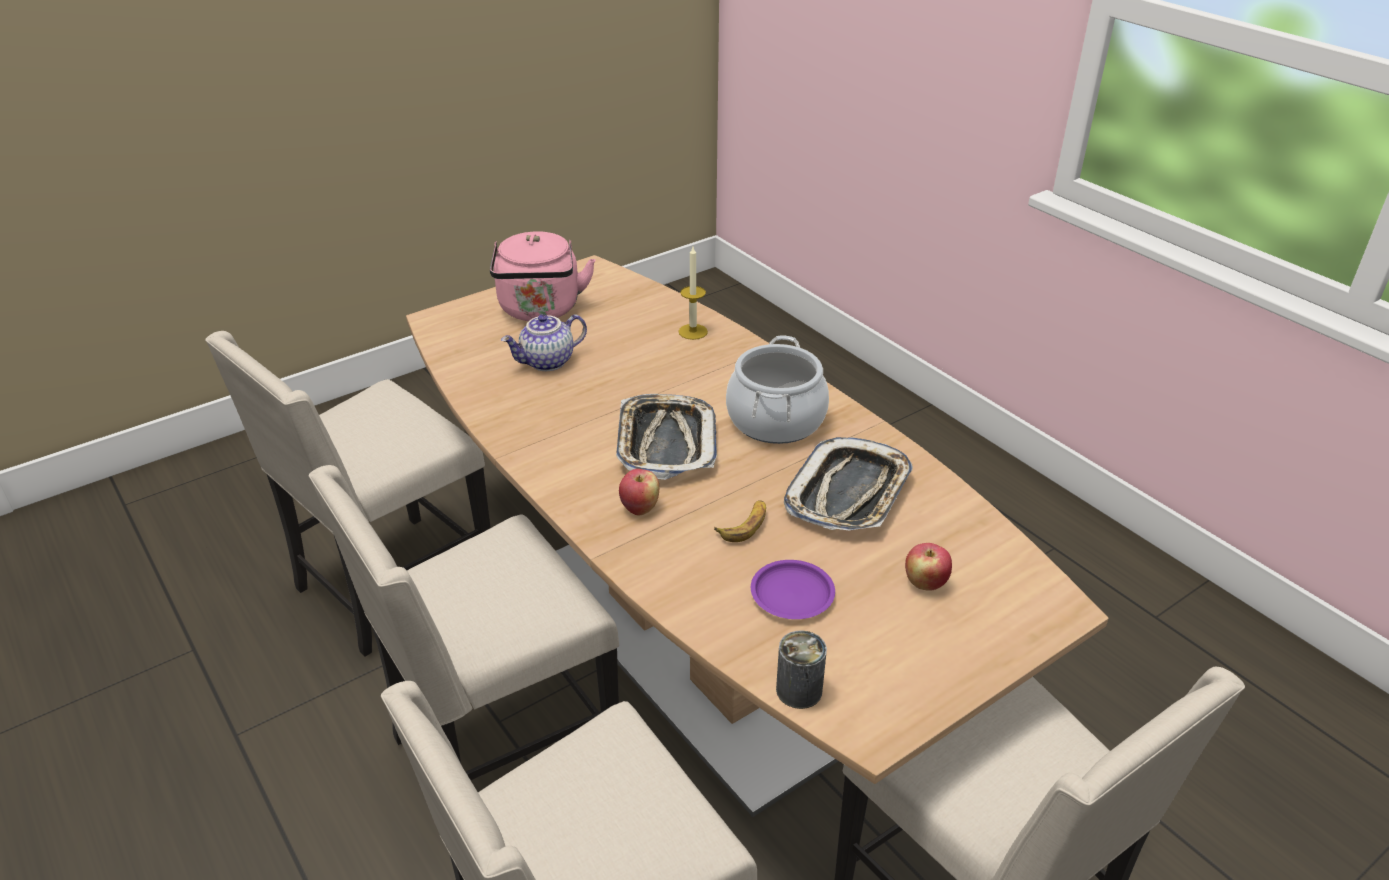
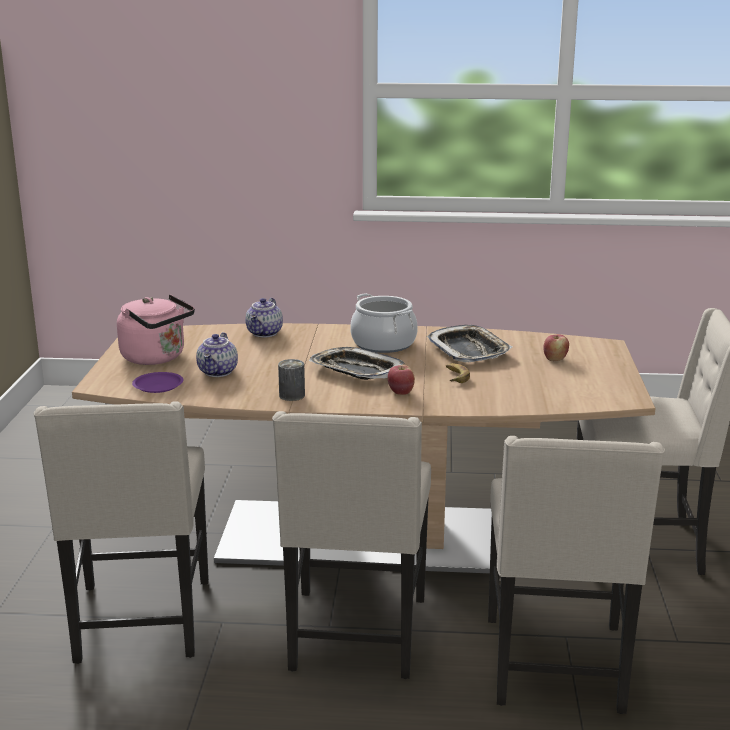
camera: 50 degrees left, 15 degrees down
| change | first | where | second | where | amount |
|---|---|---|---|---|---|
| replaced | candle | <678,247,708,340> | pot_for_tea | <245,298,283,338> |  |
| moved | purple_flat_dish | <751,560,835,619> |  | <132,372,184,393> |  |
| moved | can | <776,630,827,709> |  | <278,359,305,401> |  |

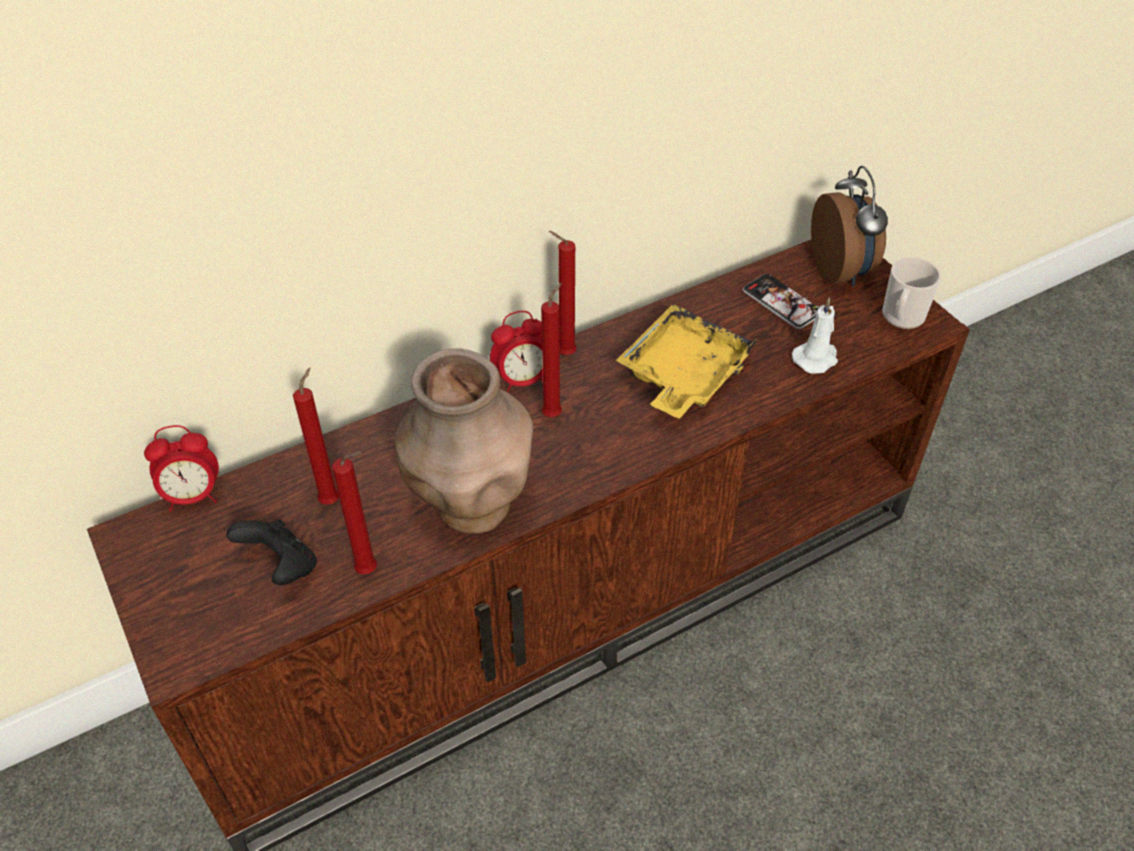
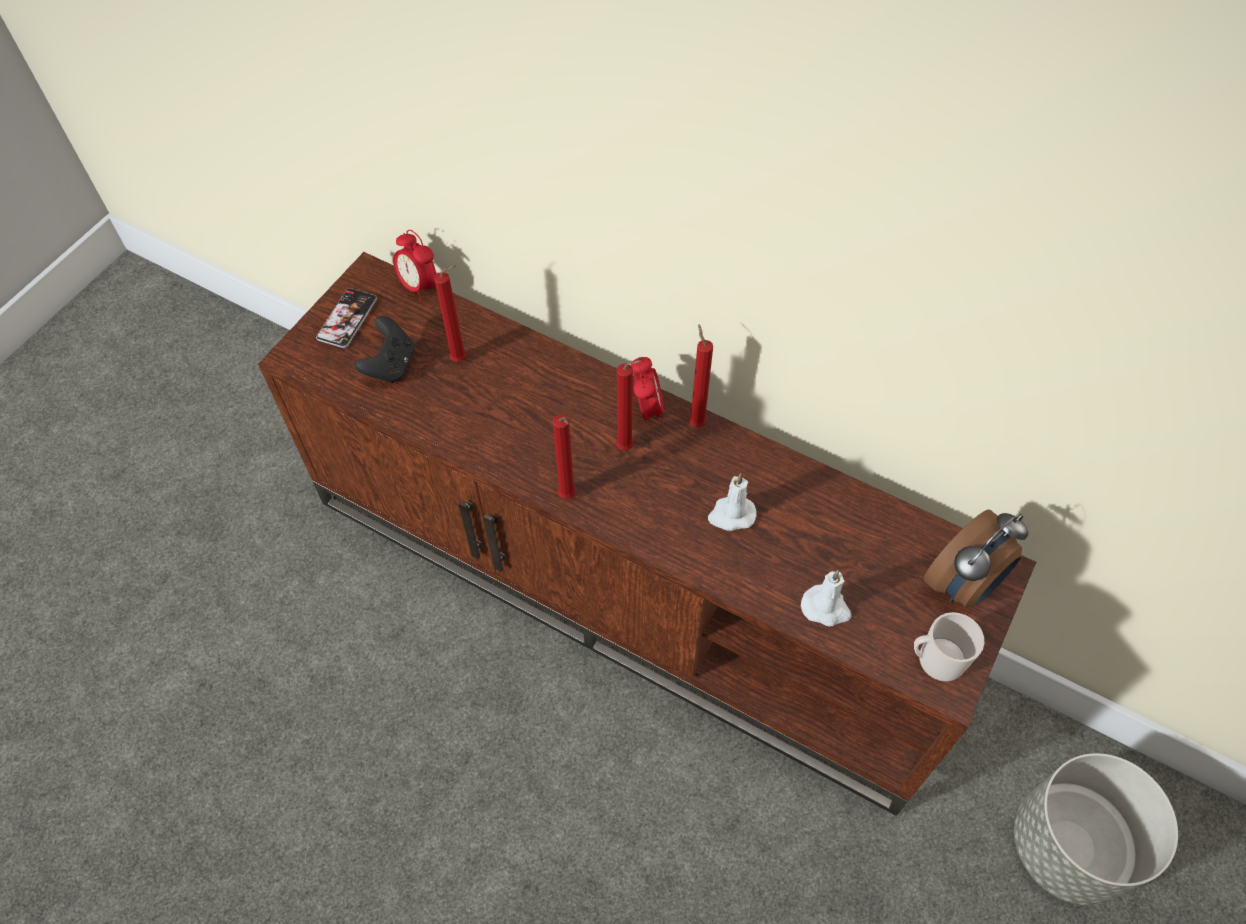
camera: 60 degrees right, 10 degrees up
| change | first | where | second | where | amount |
|---|---|---|---|---|---|
| moved | reddish_candle | <332,451,377,574> |  | <552,414,576,499> |  |
| removed | brown_decorative_vase | <395,348,534,534> |  |  |  |
| turned | bedside_clock | <490,311,543,393> |  | <631,357,664,424> | 135 degrees counterclockwise |
| replaced | yellowish_carrying_tray | <616,304,757,419> | white_candle | <708,473,756,531> |  |
| moved | telephone | <743,274,819,329> |  | <316,288,377,348> |  |
| added |  |  | gray_planter | <1014,753,1178,906> |  |

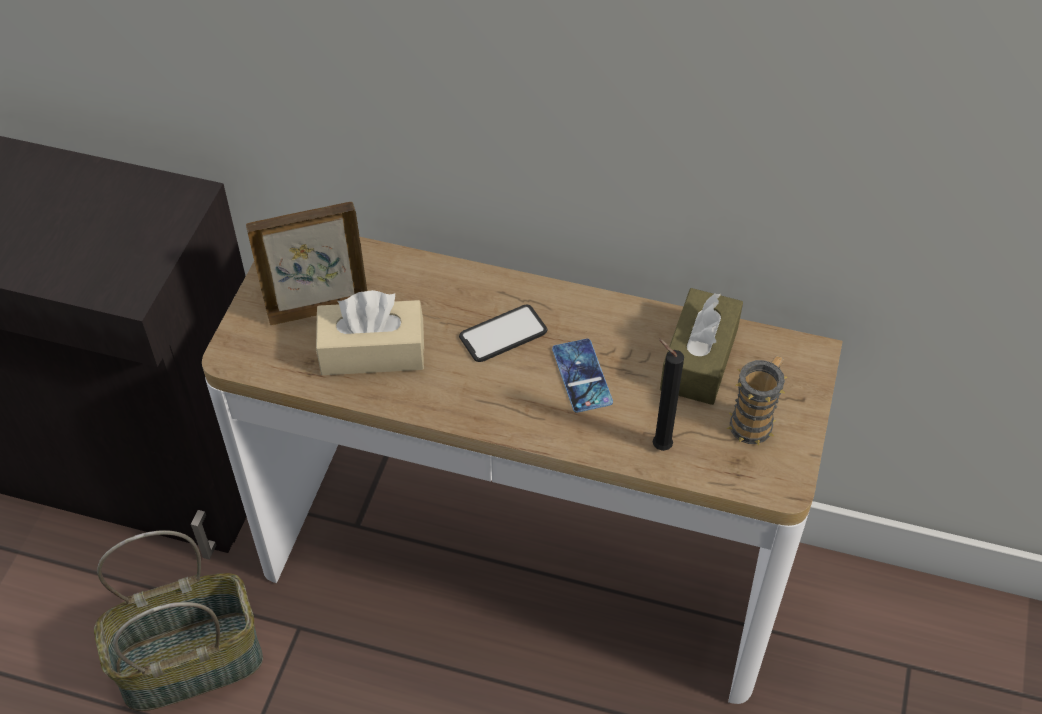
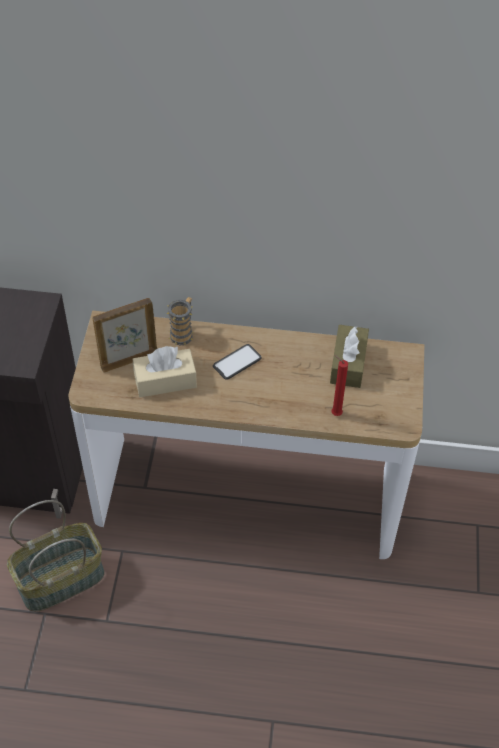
camera: 10 degrees left, 0 degrees up
| change | first | where | second | where | amount |
|---|---|---|---|---|---|
| removed | telephone | <552,339,613,413> |  |  |  |
| recoloured | black-coloured_candle | <653,339,684,451> | reddish_candle | <331,355,348,416> |  |
| moved | mug | <726,356,787,445> |  | <166,297,194,345> |  |

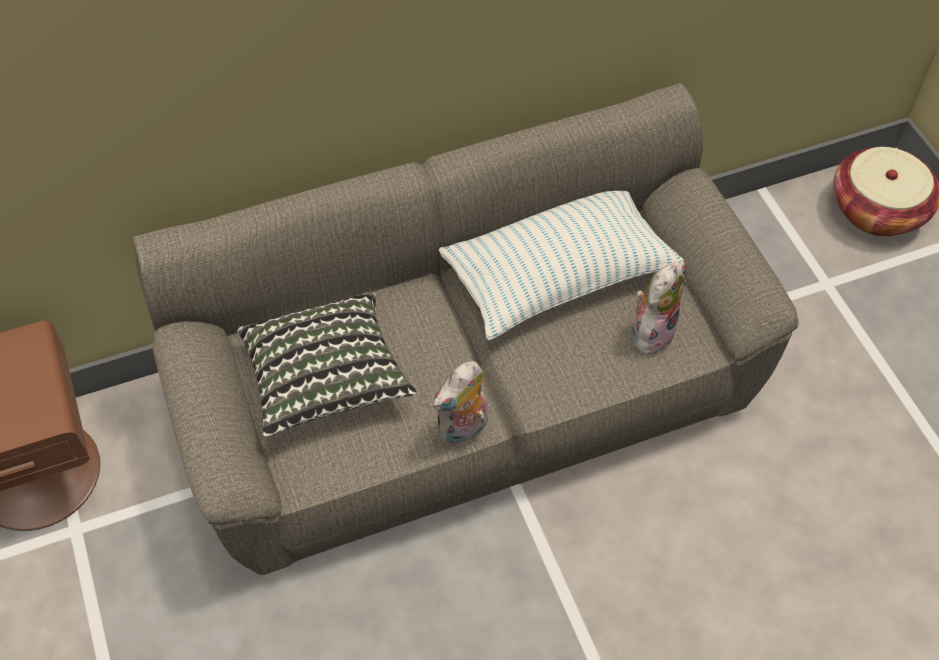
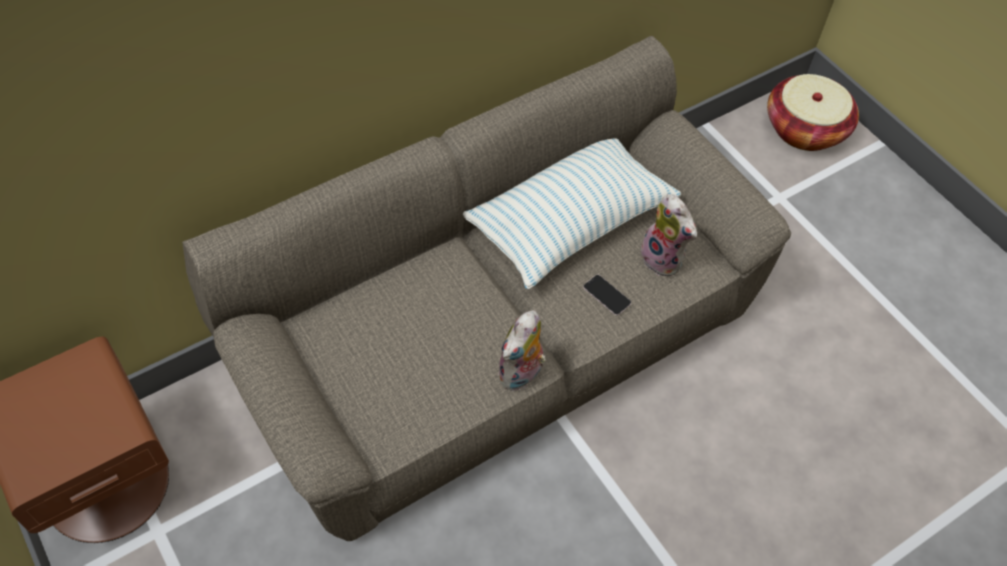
camera: 15 degrees left, 0 degrees up
| change | first | where | second | where | amount |
|---|---|---|---|---|---|
| removed | cushion | <237,291,417,437> |  |  |  |
| turned | soft_toy | <633,261,685,355> |  | <641,194,697,276> | 120 degrees clockwise |
| added |  |  | telephone | <583,275,631,315> |  |

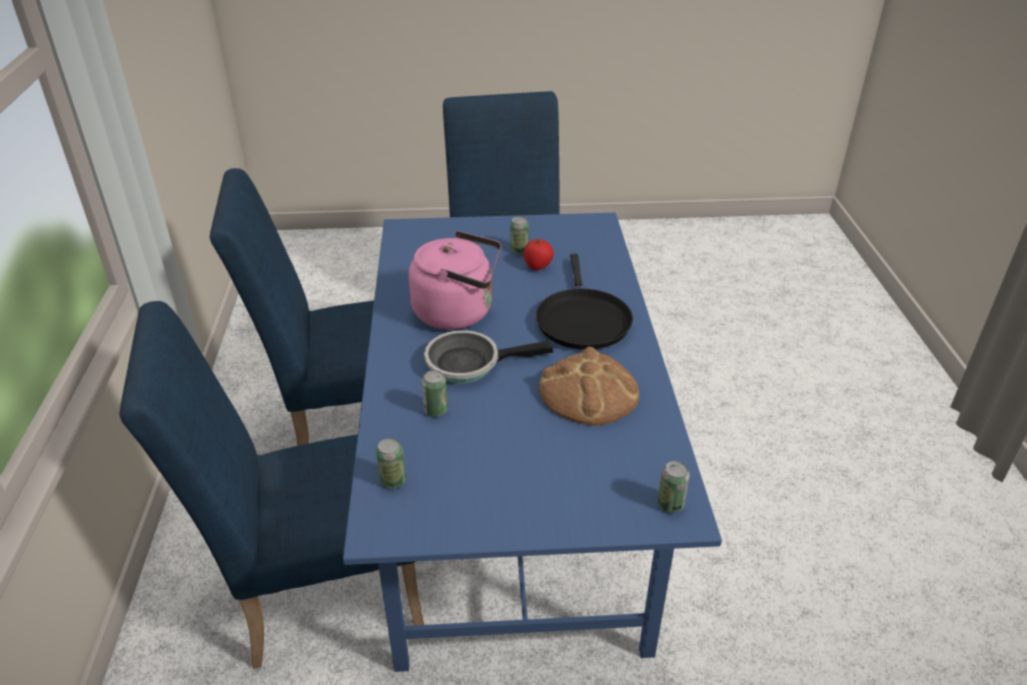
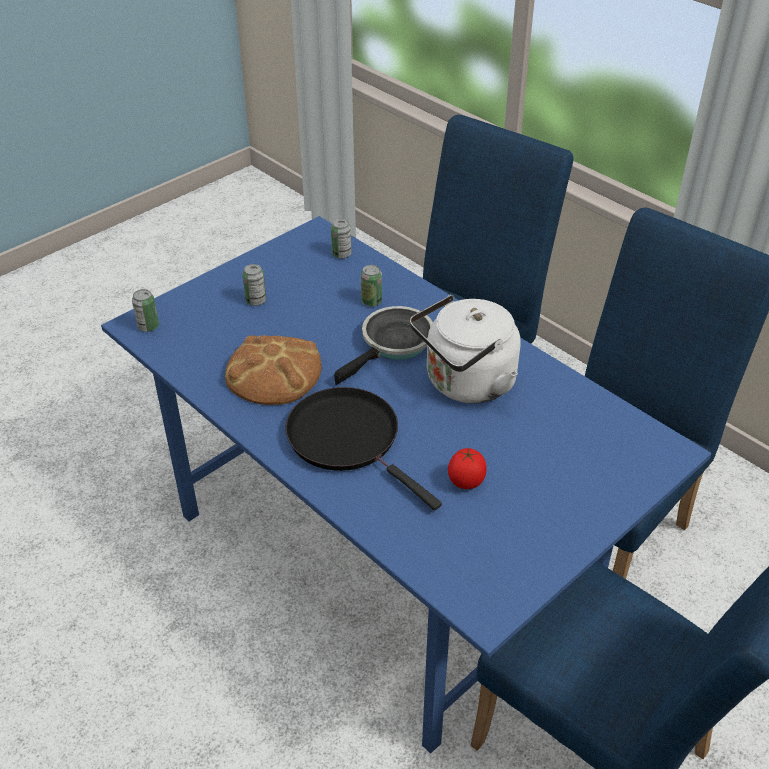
camera: 140 degrees right, 5 degrees up
| change | first | where | second | where | amount |
|---|---|---|---|---|---|
| recoloured | pink-coloured_kettle | <409,231,501,330> | white_kettle | <410,295,521,403> |  |
| moved | can | <510,216,529,254> |  | <242,264,266,306> |  |

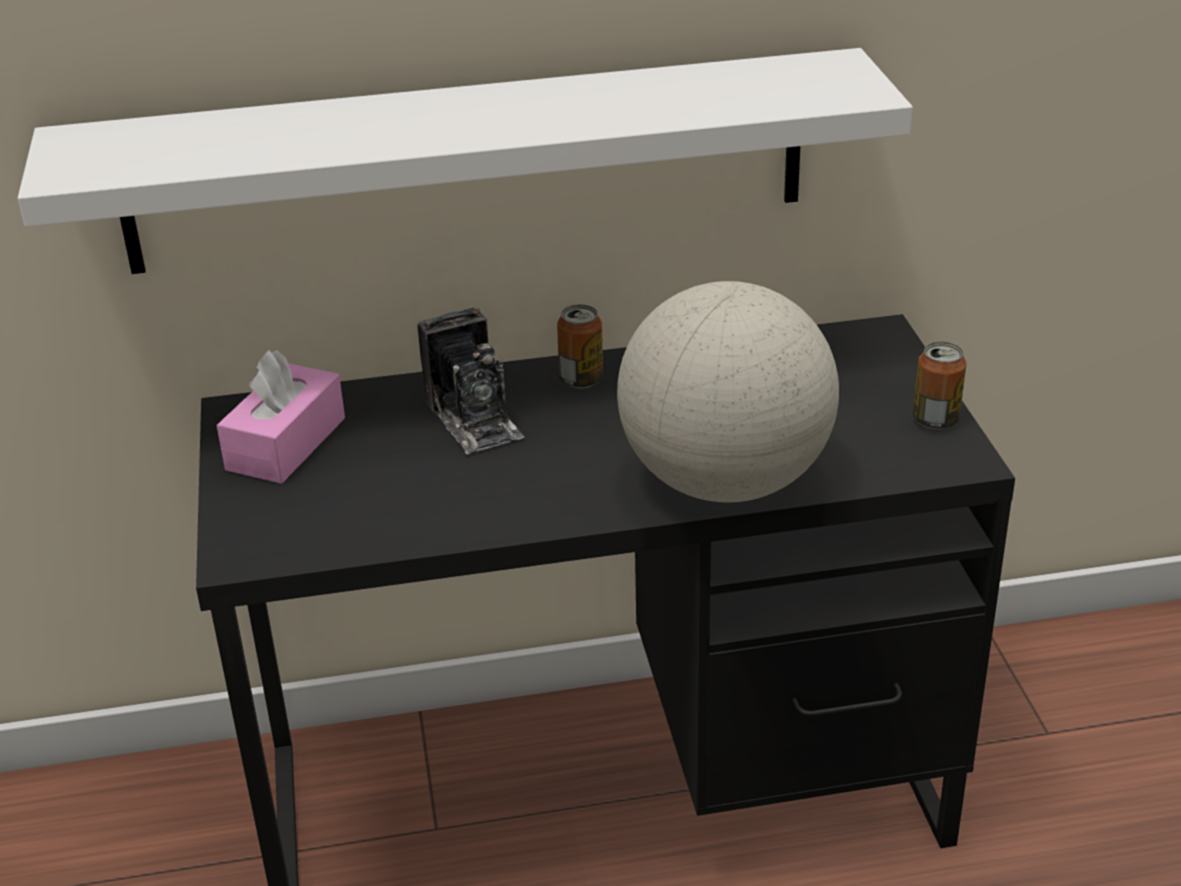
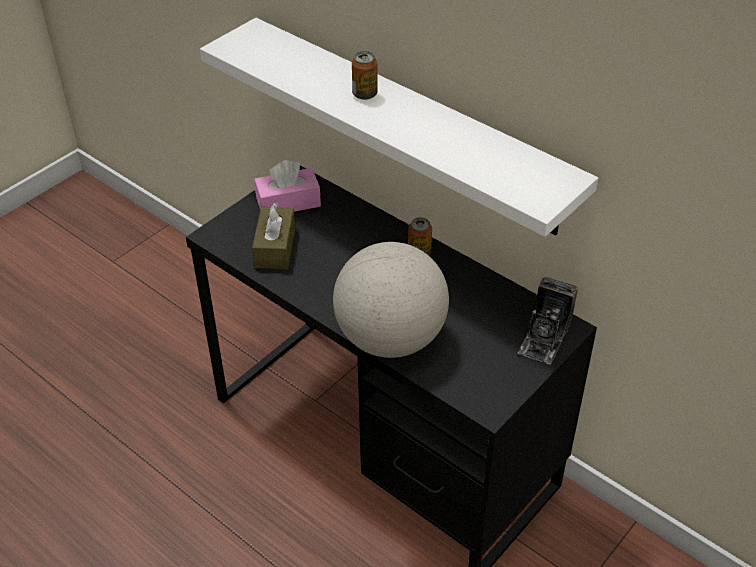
camera: 50 degrees right, 10 degrees up
| change | first | where | second | where | amount |
|---|---|---|---|---|---|
| moved | photo_camera | <418,308,525,454> |  | <517,277,578,364> |  |
| moved | can | <913,342,966,430> |  | <352,51,377,100> |  |
| added |  |  | brown_box_of_tissues | <252,202,295,269> |  |

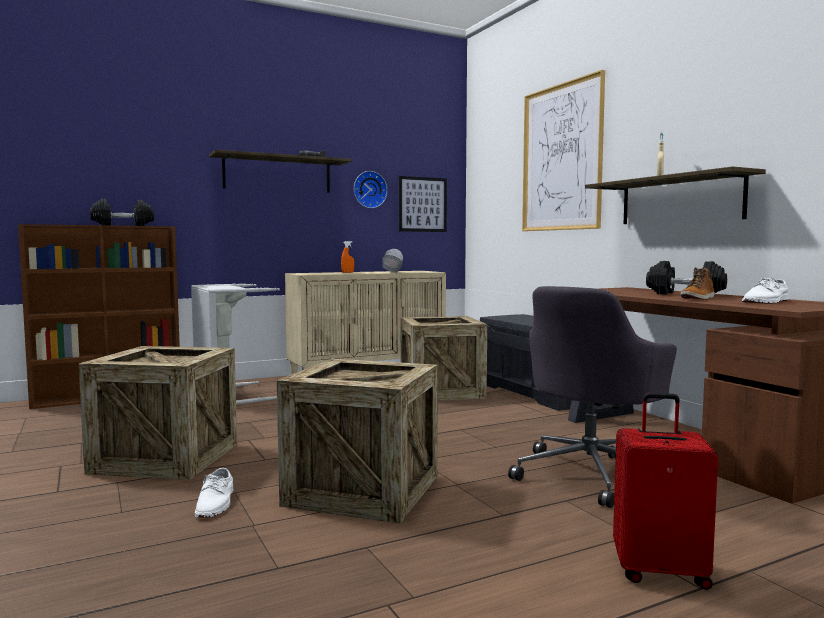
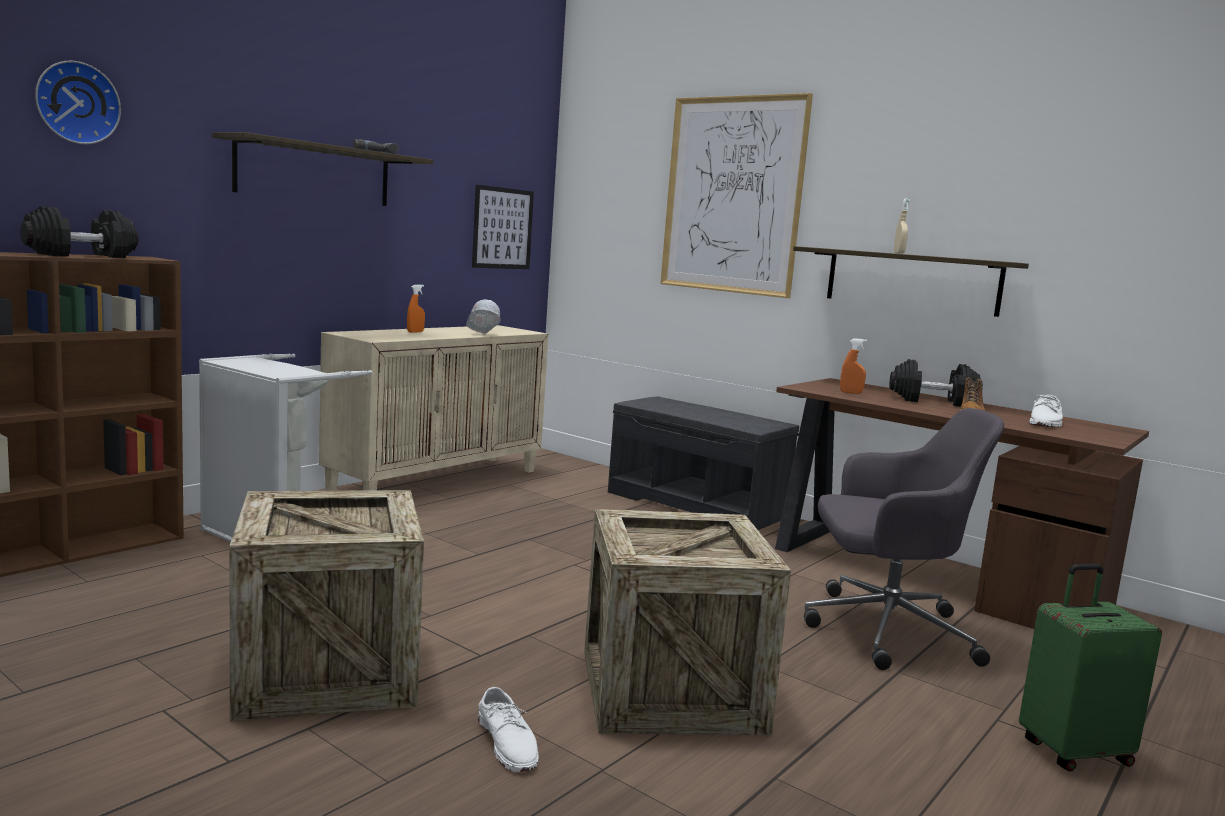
camera: 25 degrees left, 5 degrees up
| change | first | where | second | where | amount |
|---|---|---|---|---|---|
| moved | clock_on_the_wall | <354,171,388,208> |  | <35,61,121,144> |  |
| removed | packing_crate | <401,316,487,401> |  |  |  |
| turned | gray_office_chair | <508,286,677,508> |  | <804,408,1004,670> | 105 degrees counterclockwise |
| recoloured | reddish_piece_of_luggage | <613,393,718,590> | green-coloured_piece_of_luggage | <1019,564,1162,771> |  |
| added |  |  | orangey_sprayer | <840,338,867,394> |  |

